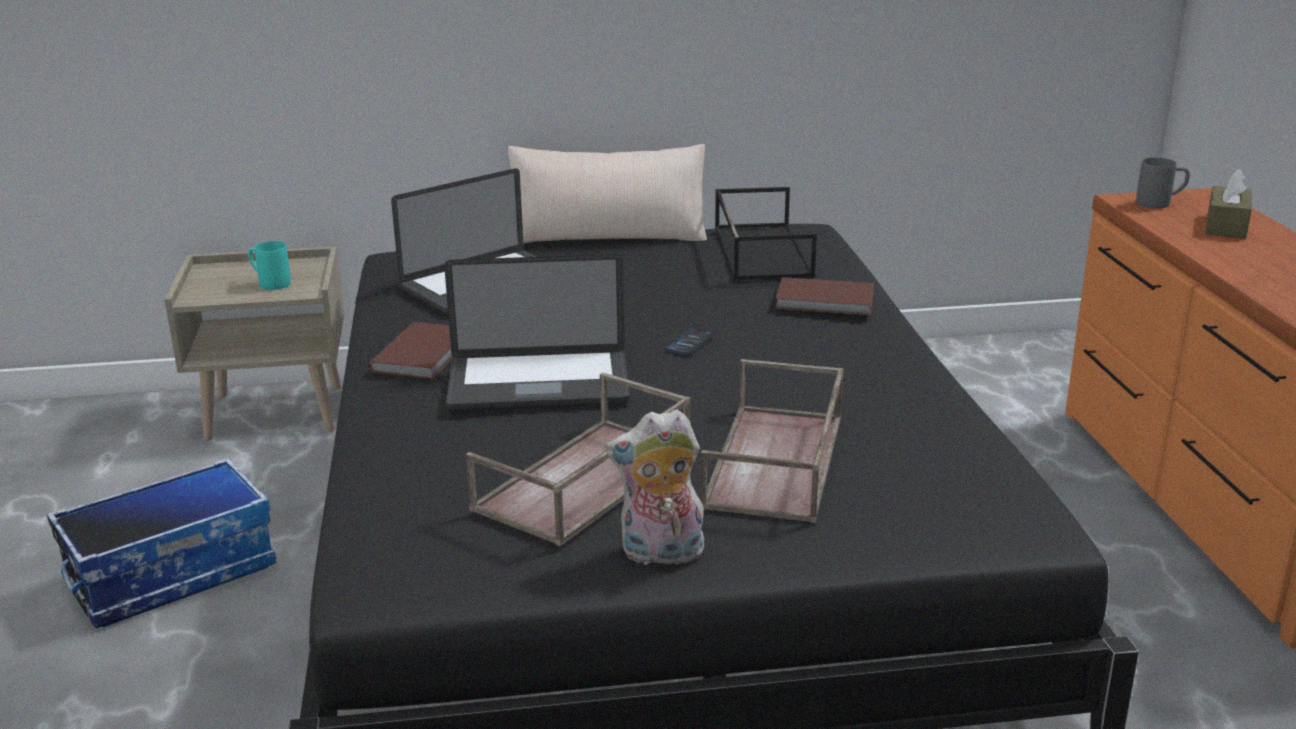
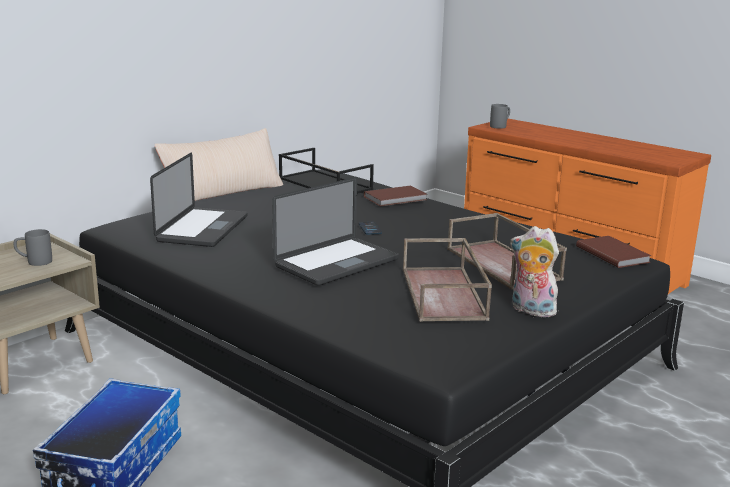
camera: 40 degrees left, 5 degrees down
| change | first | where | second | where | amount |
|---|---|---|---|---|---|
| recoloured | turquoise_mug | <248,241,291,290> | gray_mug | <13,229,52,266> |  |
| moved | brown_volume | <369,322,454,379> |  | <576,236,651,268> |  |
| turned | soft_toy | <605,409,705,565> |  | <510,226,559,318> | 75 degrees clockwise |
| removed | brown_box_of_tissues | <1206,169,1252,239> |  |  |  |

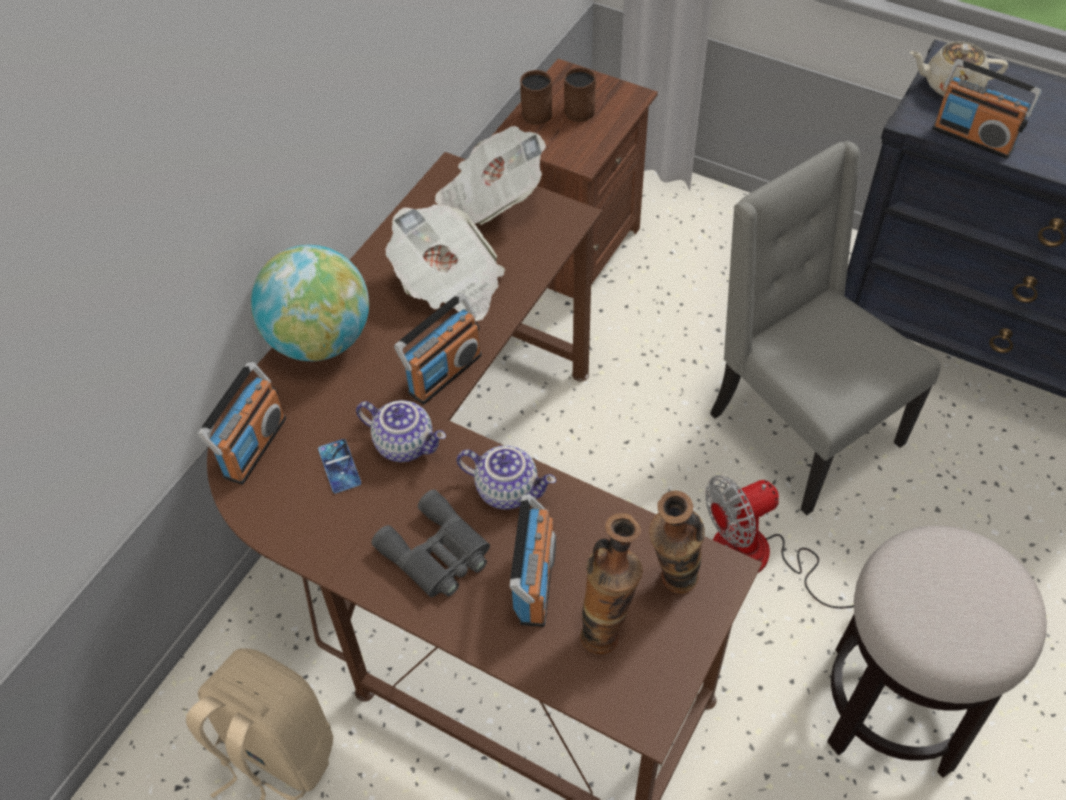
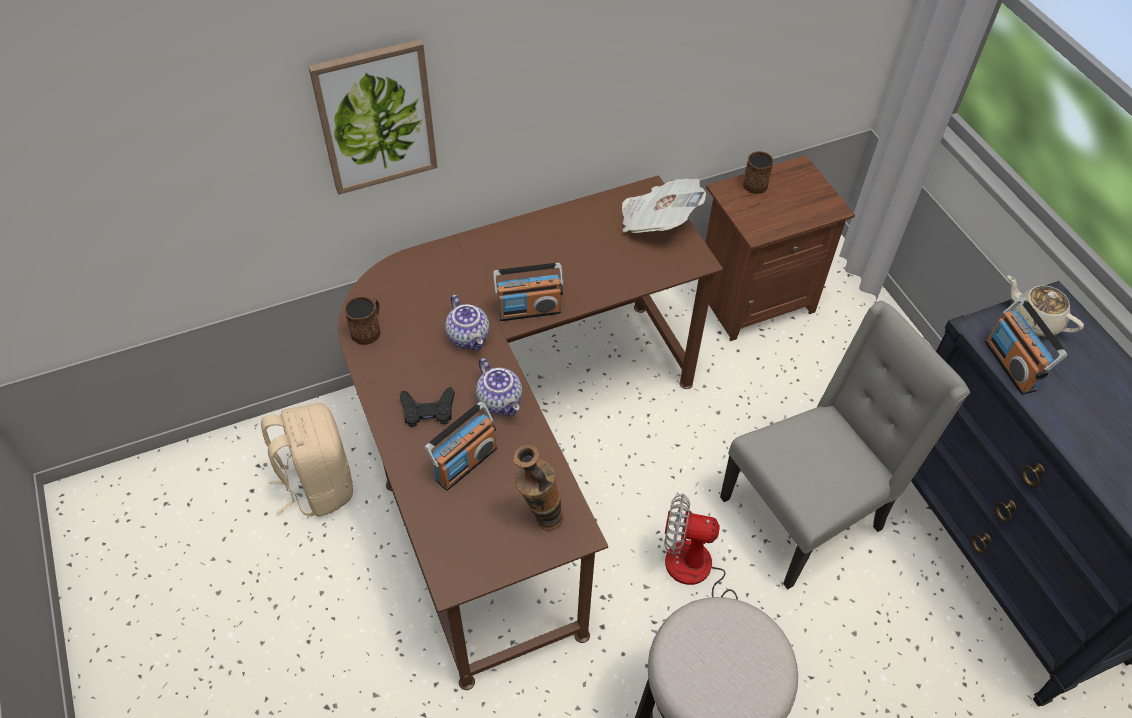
camera: 35 degrees right, 0 degrees up
| change | first | where | second | where | amount |
|---|---|---|---|---|---|
| removed | radio_receiver | <198,362,286,485> |  |  |  |
| removed | world_globe | <251,245,369,361> |  |  |  |
| removed | telephone | <318,439,361,493> |  |  |  |
| replaced | gray_pair_of_binoculars | <372,489,490,597> | black-coloured_game_controller | <400,387,455,427> |  |
| removed | newspaper | <385,204,505,321> |  |  |  |
| moved | brown_mug | <564,67,596,122> |  | <344,296,381,345> |  |
| removed | decorative_vase | <580,513,643,654> |  |  |  |
| turned | gray_upright_chair | <710,141,941,515> |  | <720,301,970,590> | 60 degrees clockwise |
| added |  |  | wall_art | <308,39,438,195> |  |

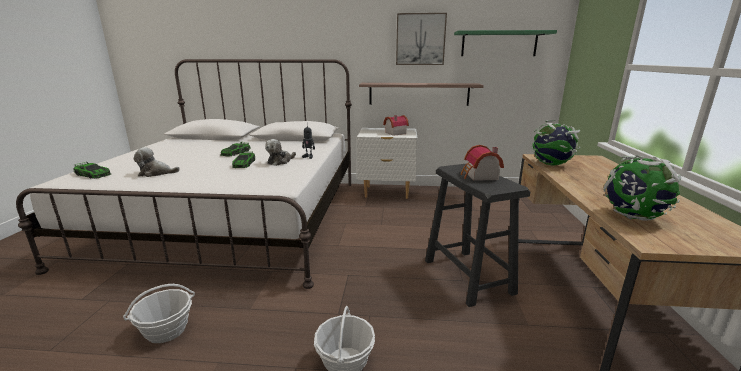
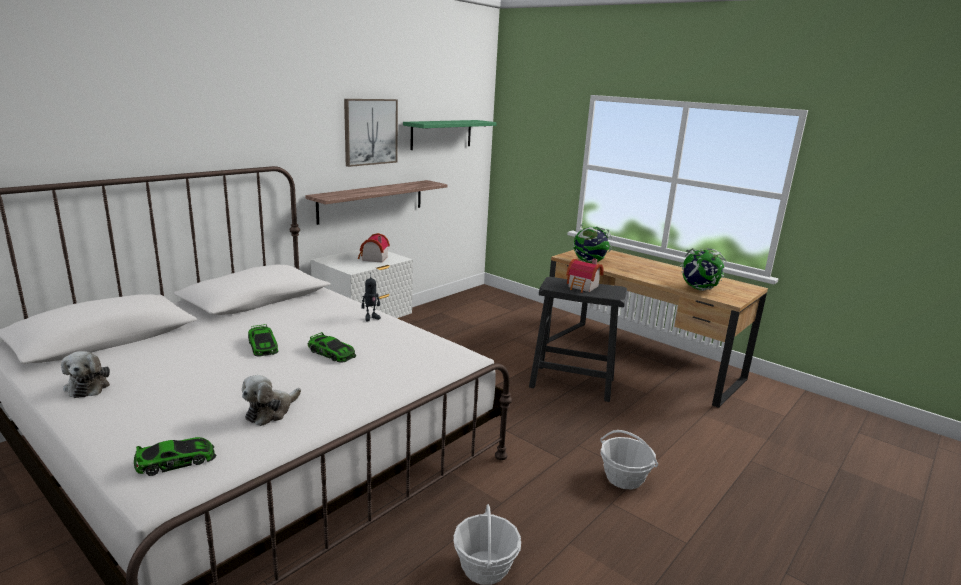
camera: 55 degrees left, 0 degrees up
| change | first | where | second | where | amount |
|---|---|---|---|---|---|
| moved | soft_toy | <265,139,296,166> |  | <61,351,110,398> |  |

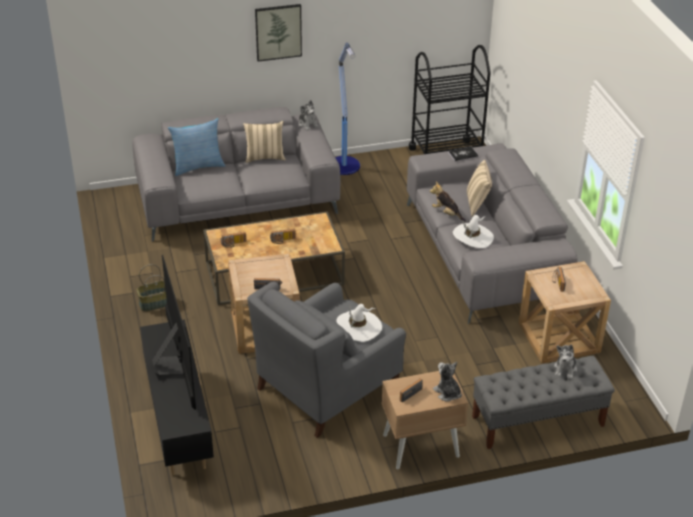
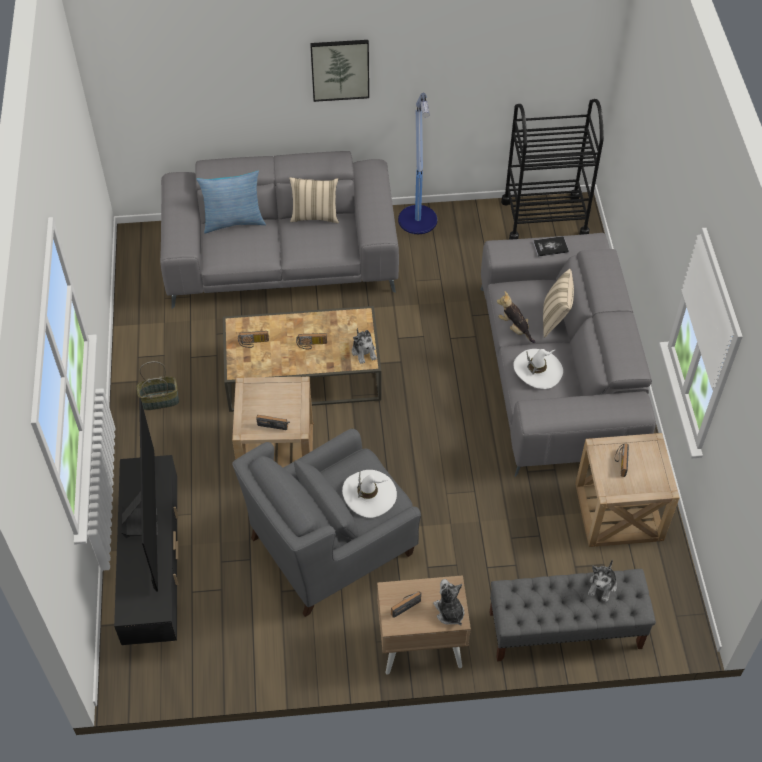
camera: 10 degrees right, 15 degrees up
| change | first | where | second | where | amount |
|---|---|---|---|---|---|
| moved | soft_toy | <299,100,319,131> |  | <352,328,377,364> |  |

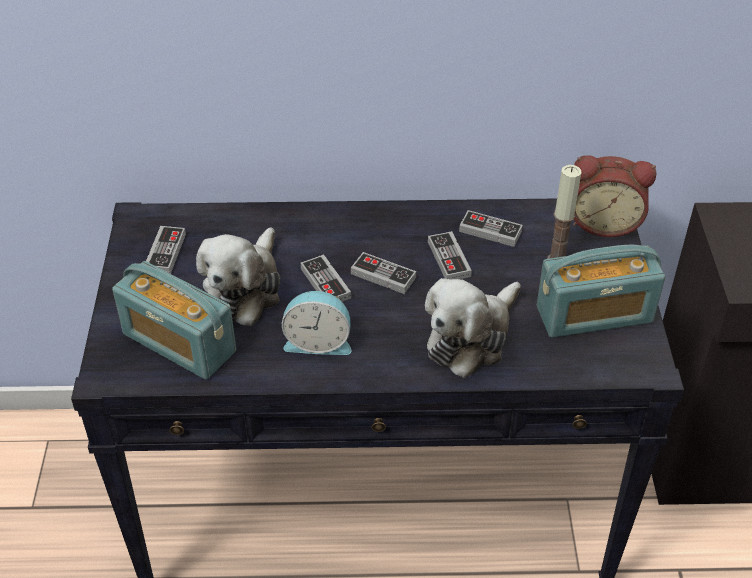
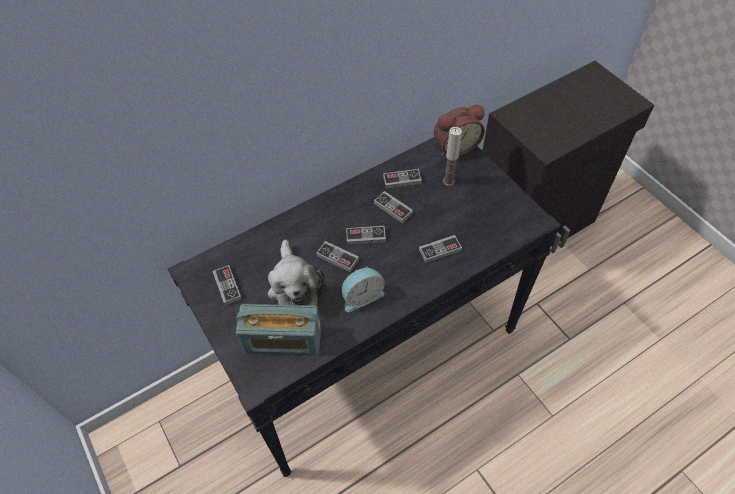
camera: 30 degrees left, 10 degrees up
| change | first | where | second | where | amount |
|---|---|---|---|---|---|
| replaced | soft_toy | <425,278,521,378> | game_controller | <419,235,462,263> |  |
| removed | radio_receiver | <537,245,665,338> |  |  |  |

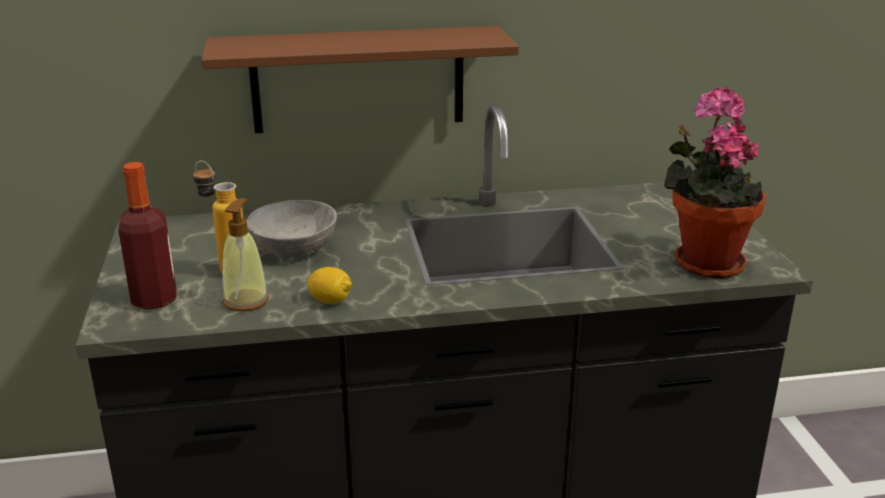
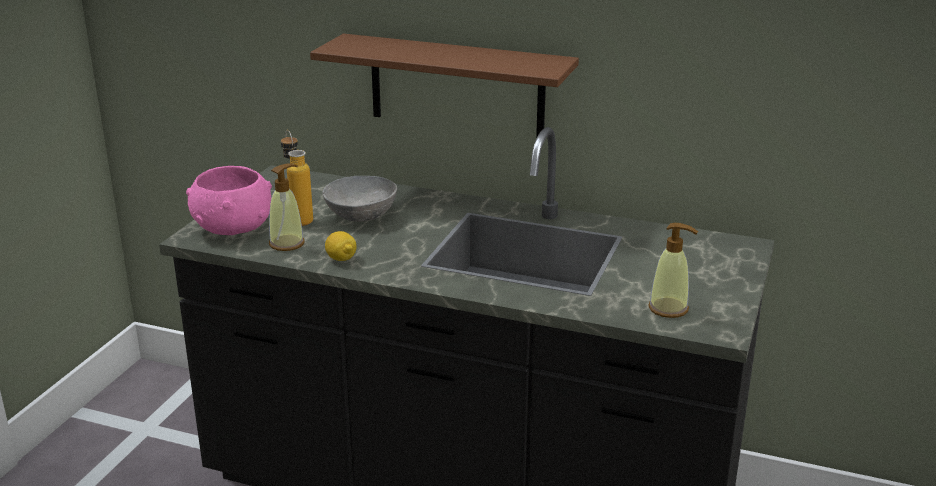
camera: 30 degrees right, 0 degrees up
| change | first | where | second | where | amount |
|---|---|---|---|---|---|
| replaced | bottle | <118,162,176,309> | pink-coloured_serving_bowl | <186,166,272,235> |  |
| replaced | potted_plant | <664,87,767,279> | soap_dispenser | <648,223,698,318> |  |

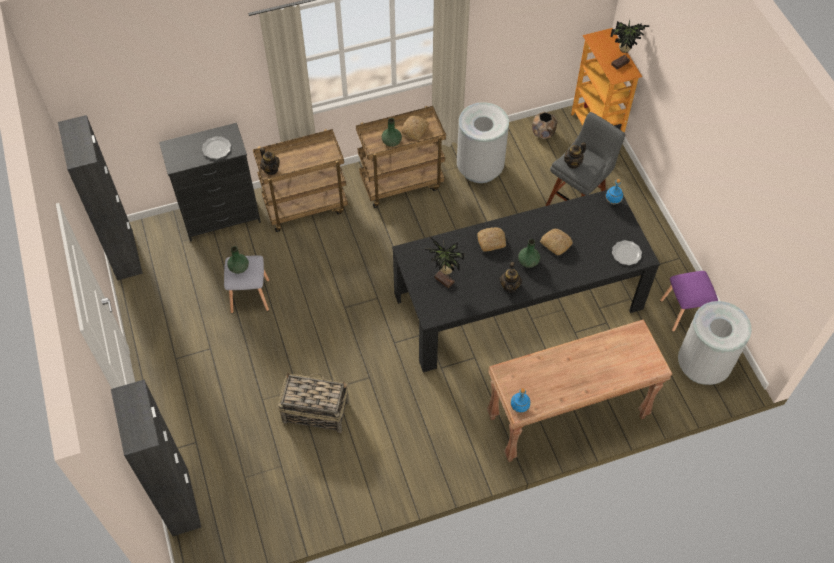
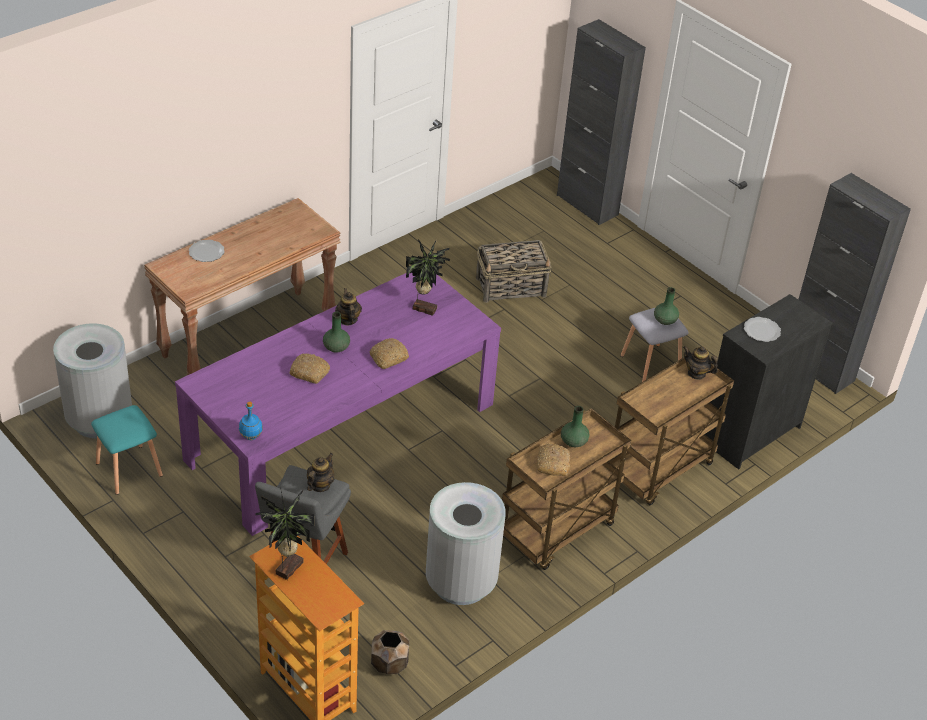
camera: 155 degrees right, 15 degrees down
| change | first | where | second | where | amount |
|---|---|---|---|---|---|
| recoloured | black-coloured_dinner_table | <392,190,660,372> | purple_dinner_table | <175,273,501,536> |  |
| removed | bluish_bottle | <510,388,530,413> |  |  |  |
| moved | flat_dish | <612,240,642,265> |  | <189,240,225,262> |  |
| recoloured | purple_stool_seat | <660,271,718,332> | turquoise_stool_seat | <91,405,163,495> |  |

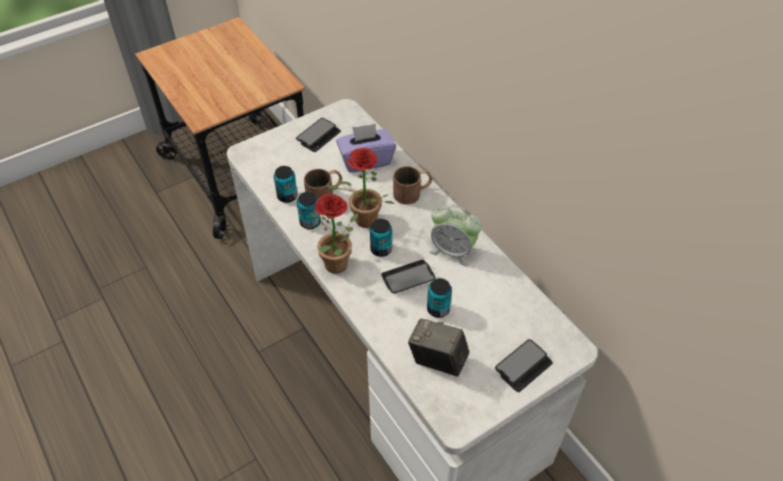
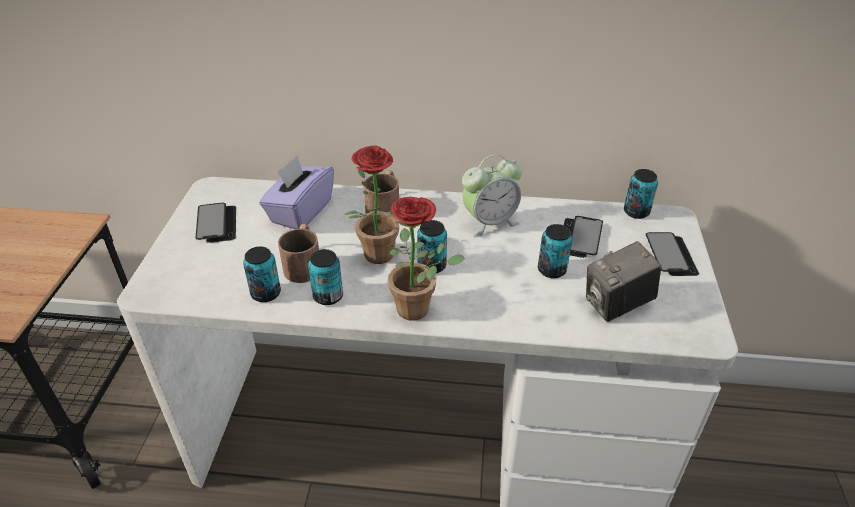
camera: 50 degrees left, 10 degrees down
| change | first | where | second | where | amount |
|---|---|---|---|---|---|
| moved | telephone | <381,260,436,294> |  | <564,216,603,258> |  |
| added |  |  | can | <624,169,658,219> |  |

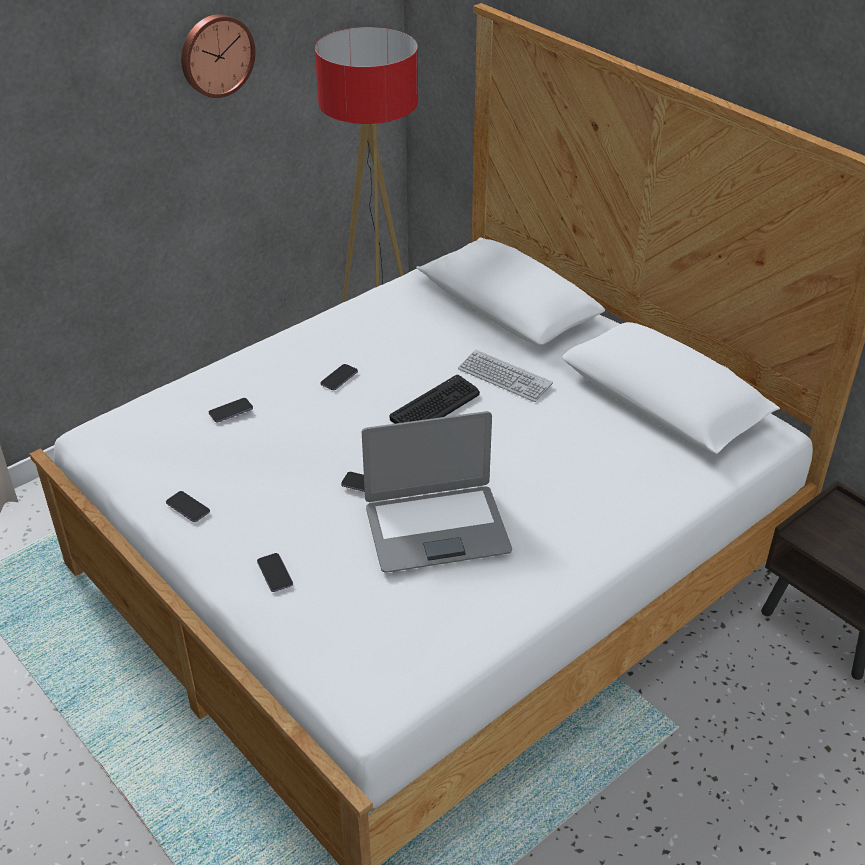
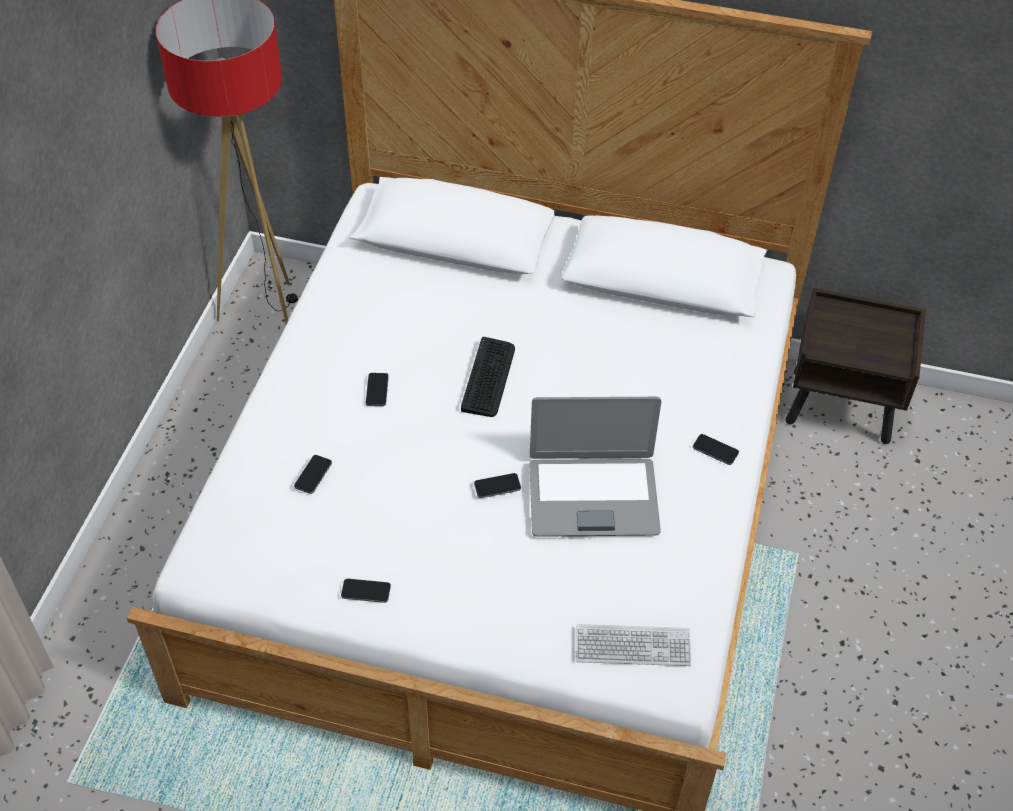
camera: 35 degrees left, 10 degrees up
| change | first | where | second | where | amount |
|---|---|---|---|---|---|
| removed | clock_on_the_wall | <181,14,255,98> |  |  |  |
| moved | telephone | <257,553,293,592> |  | <693,434,739,465> |  |
| turned | laptop | <362,411,512,573> |  | <530,397,661,537> | 45 degrees clockwise |
| moved | keyboard | <458,350,553,402> |  | <576,624,691,666> |  |

